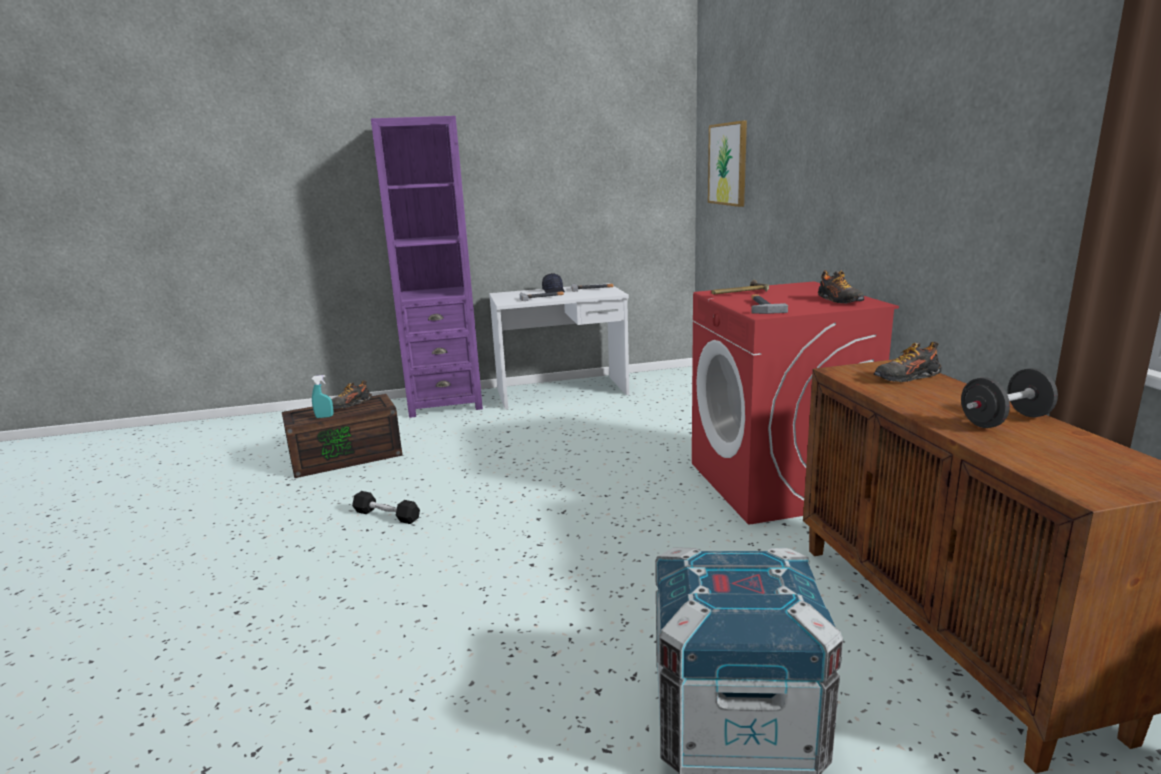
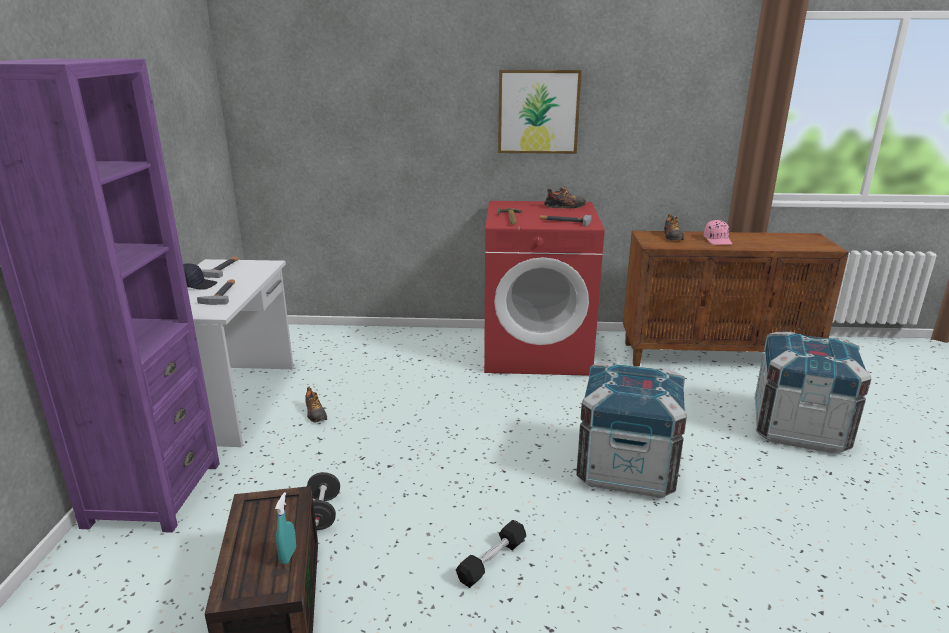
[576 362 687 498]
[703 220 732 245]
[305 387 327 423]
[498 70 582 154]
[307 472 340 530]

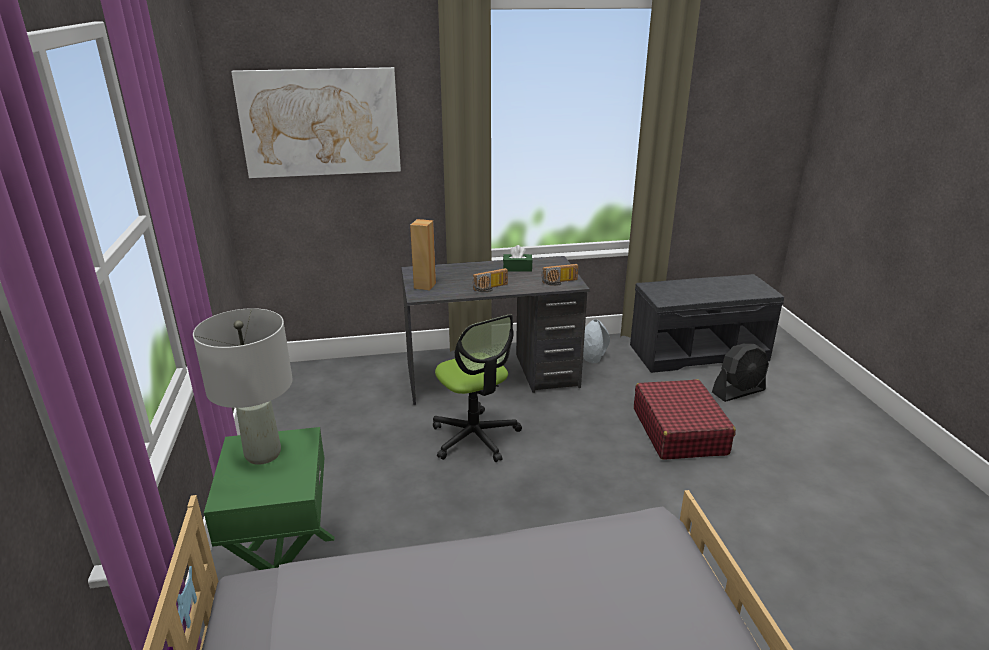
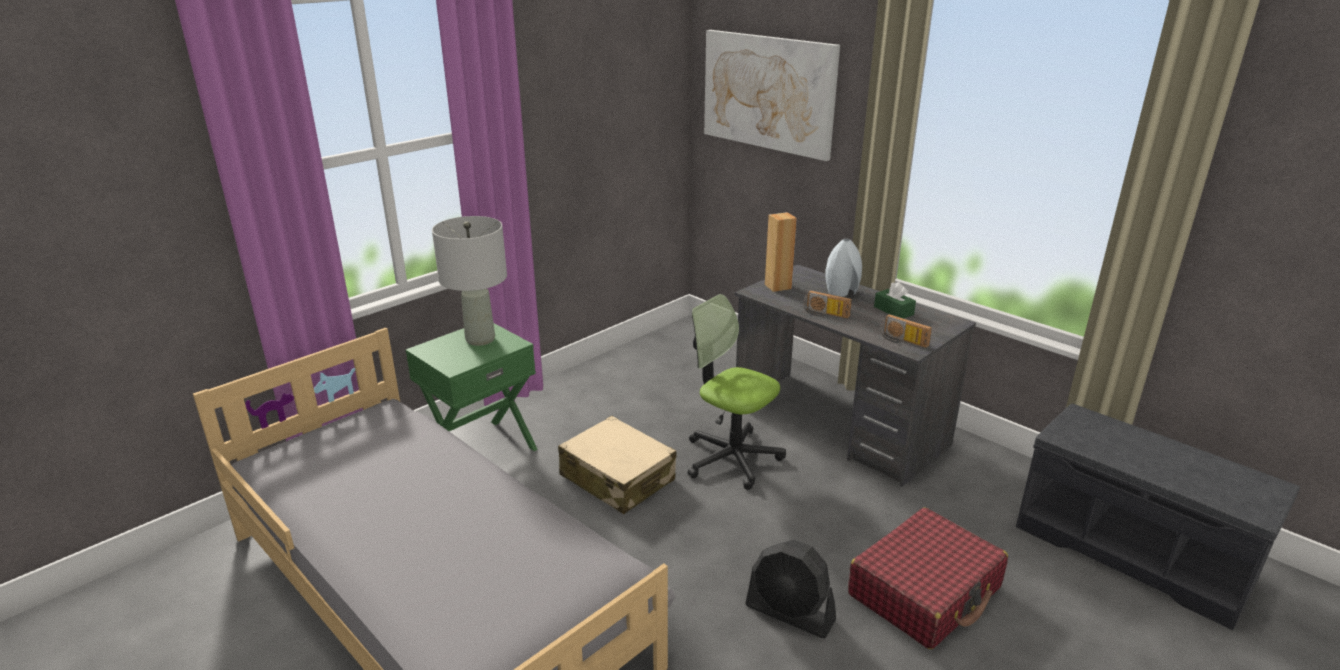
[558 416 676 514]
[825 239 862 297]
[745 540 836 638]
[687 294 786 490]

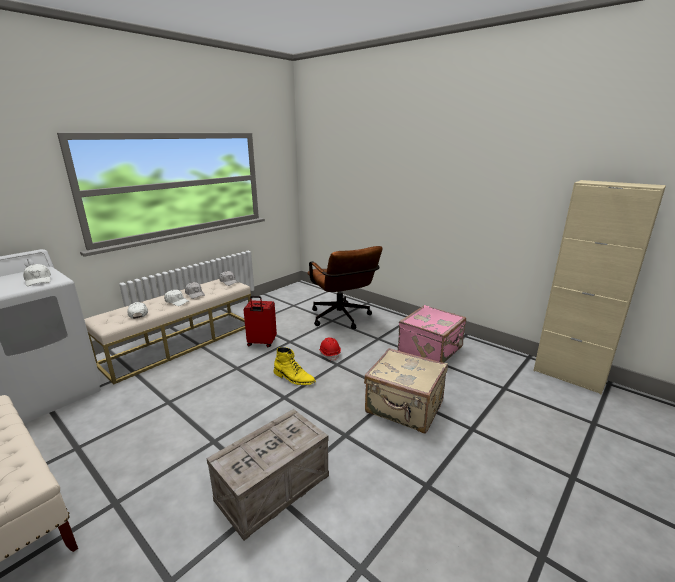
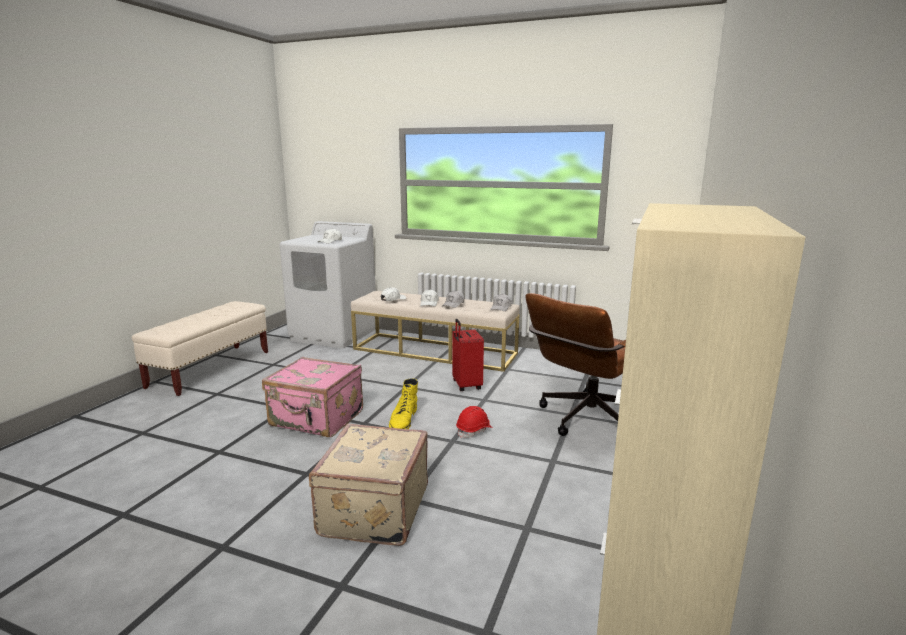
[206 409 329 541] (first image)
[262 357 363 437]

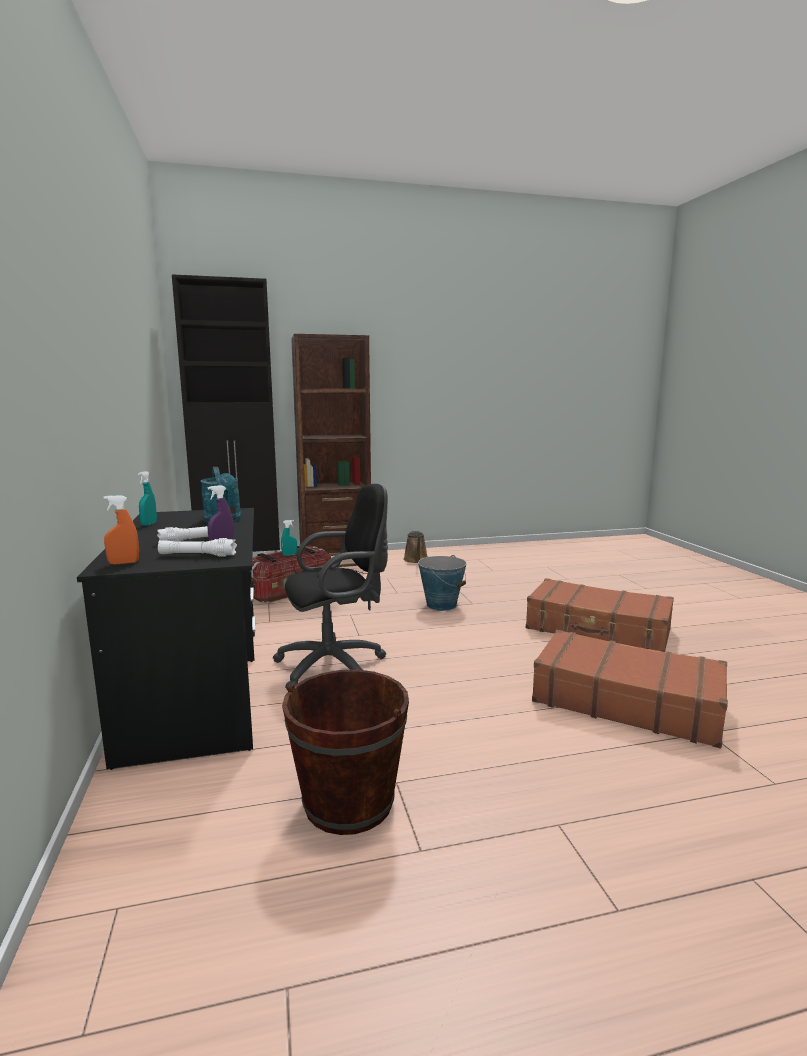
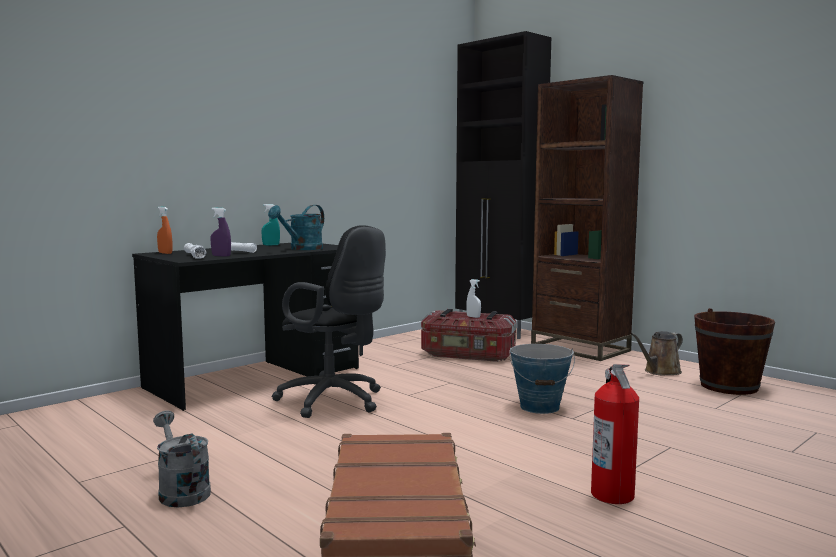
[153 411 211 507]
[694 308 775 395]
[591 364 639 504]
[466 279 481 318]

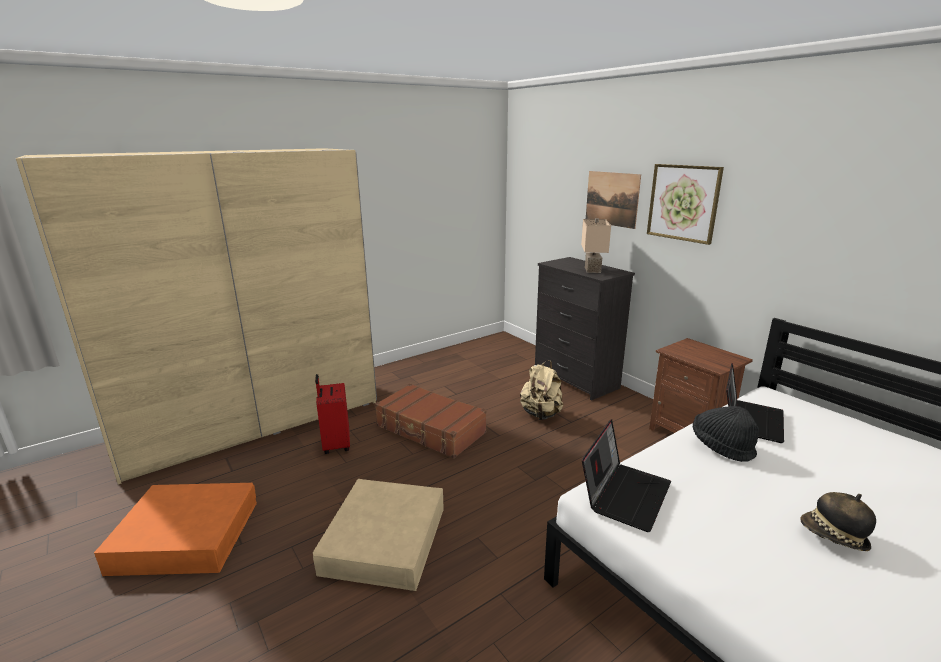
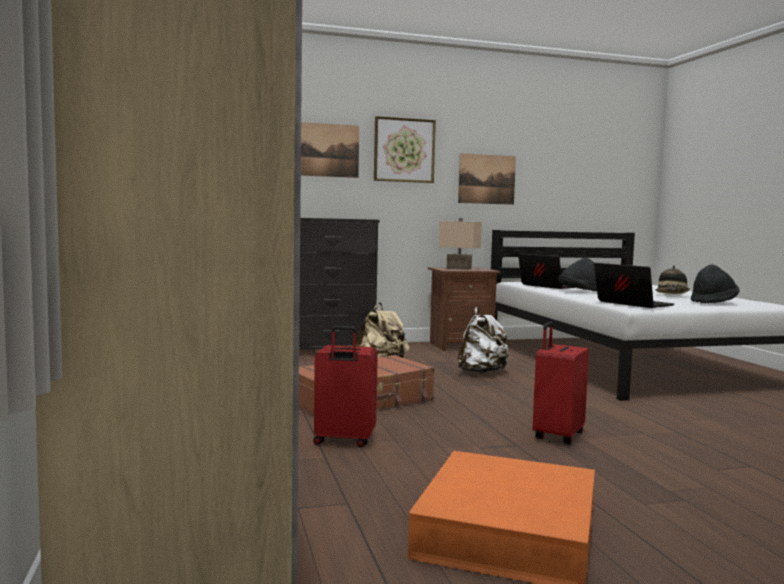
[457 307 509 374]
[458 153 516 205]
[691 264 740 304]
[439 218 482 270]
[533 322 589 445]

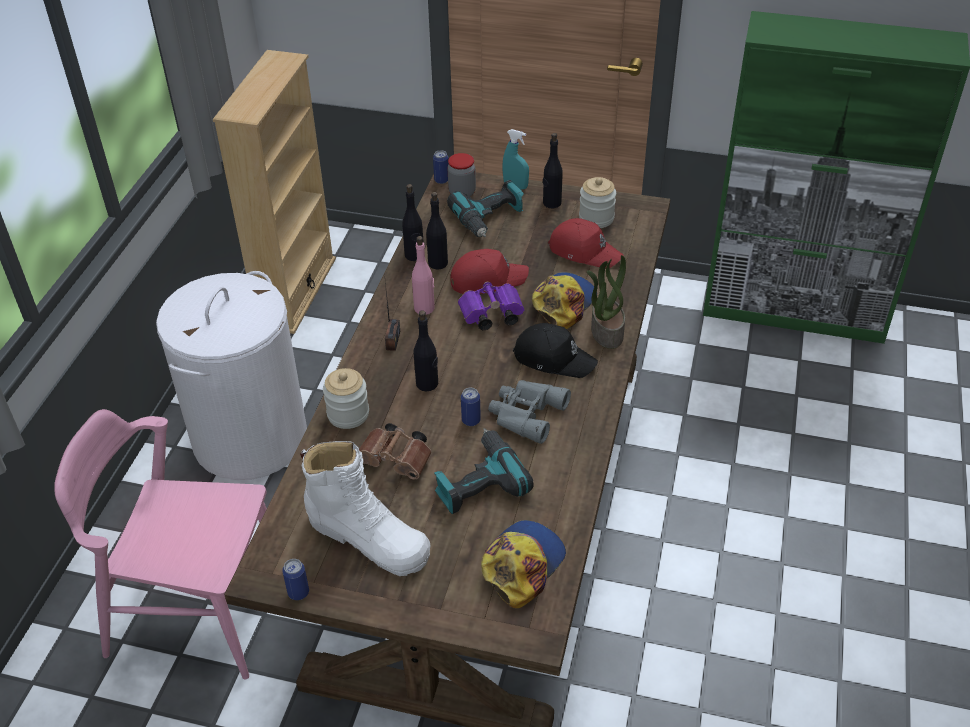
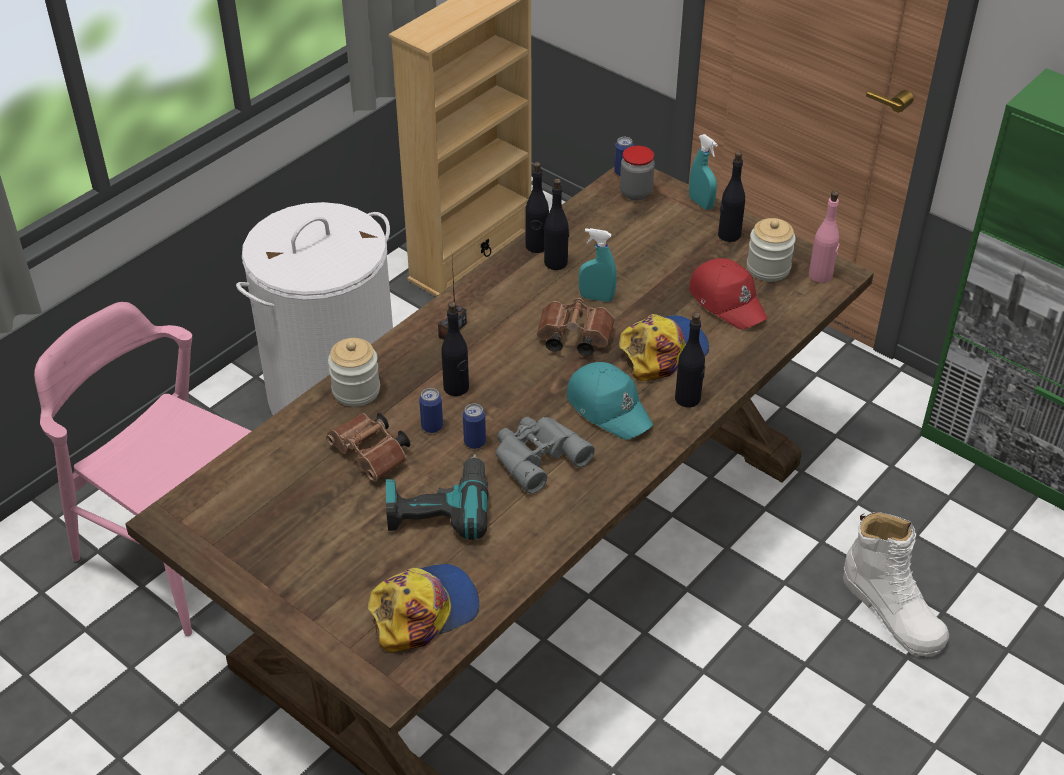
[447 180 524 237] (first image)
[419 388 443 433]
[843 512 949 657]
[809 191 839 283]
[579 228 617 302]
[675 312 705 408]
[537 298 615 356]
[567 362 653 440]

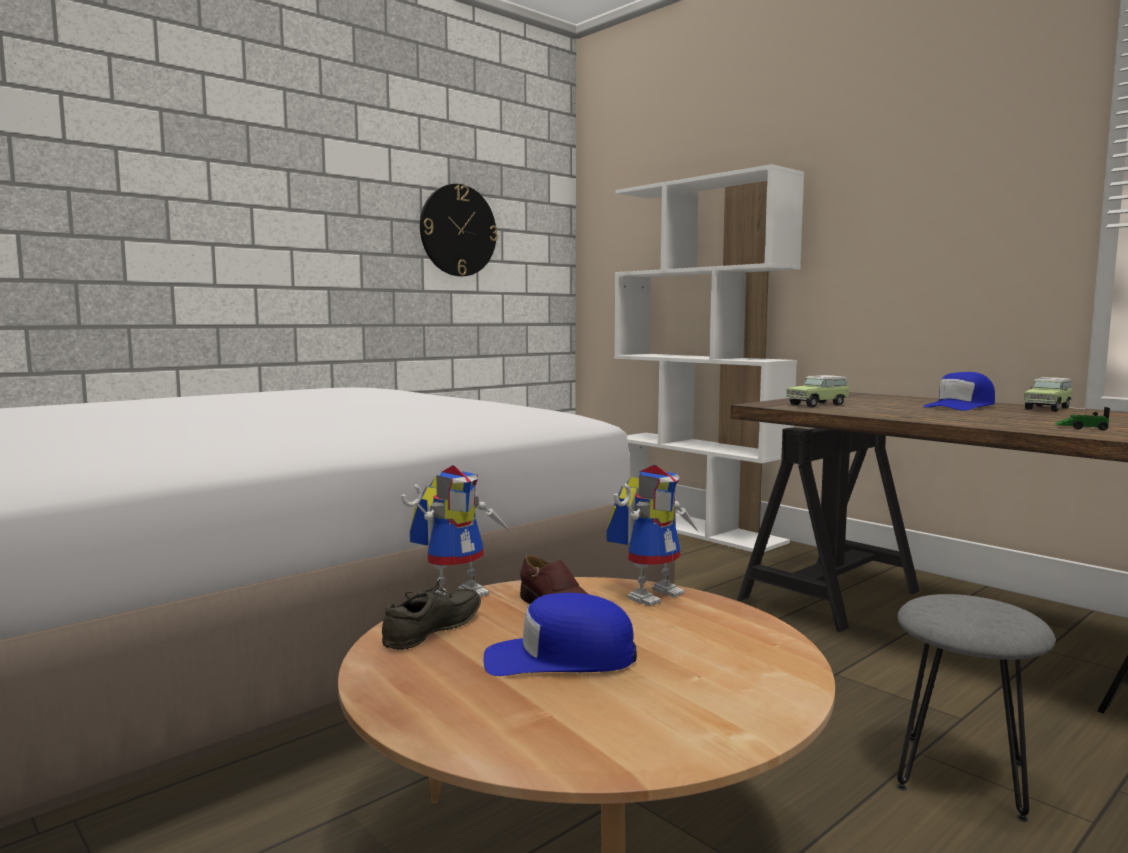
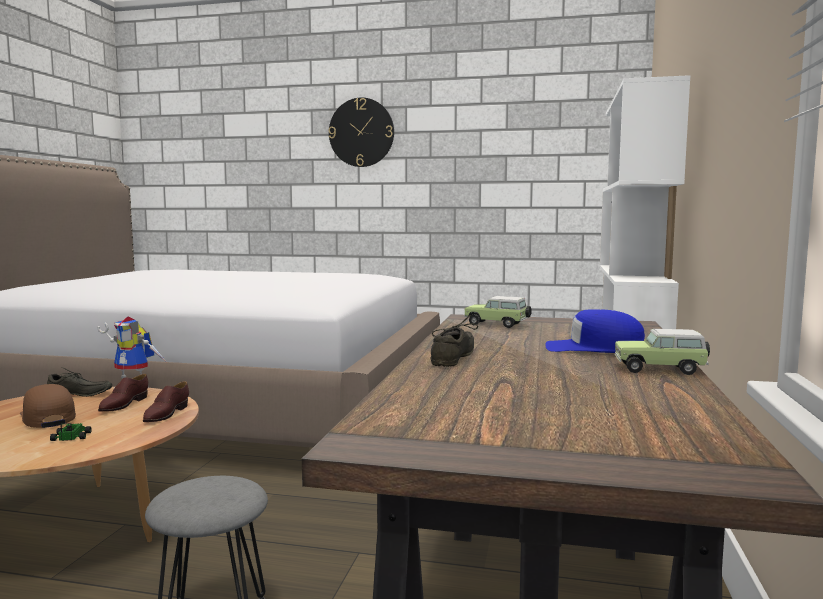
[430 315 478 367]
[328 97 394 167]
[50 423 92 441]
[143 381 189 422]
[19 384 76 428]

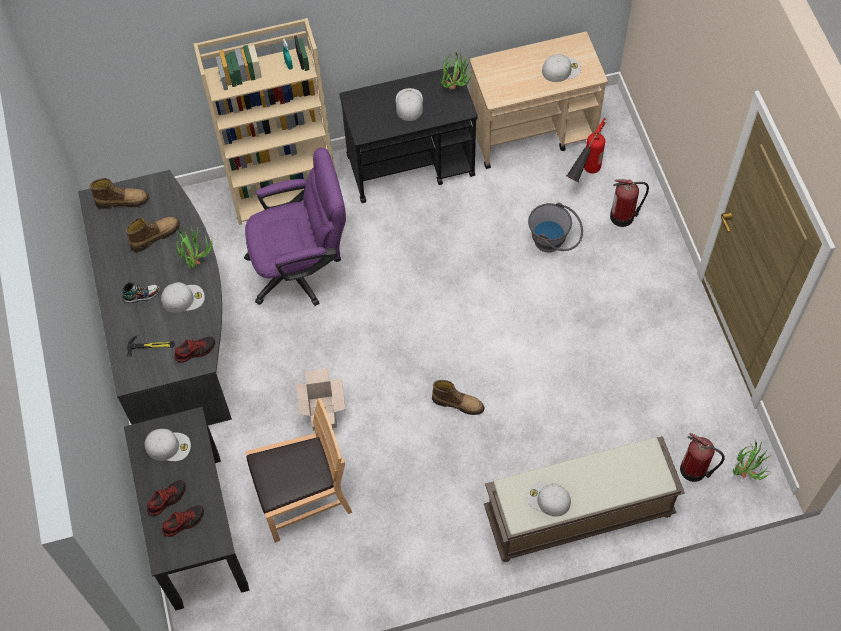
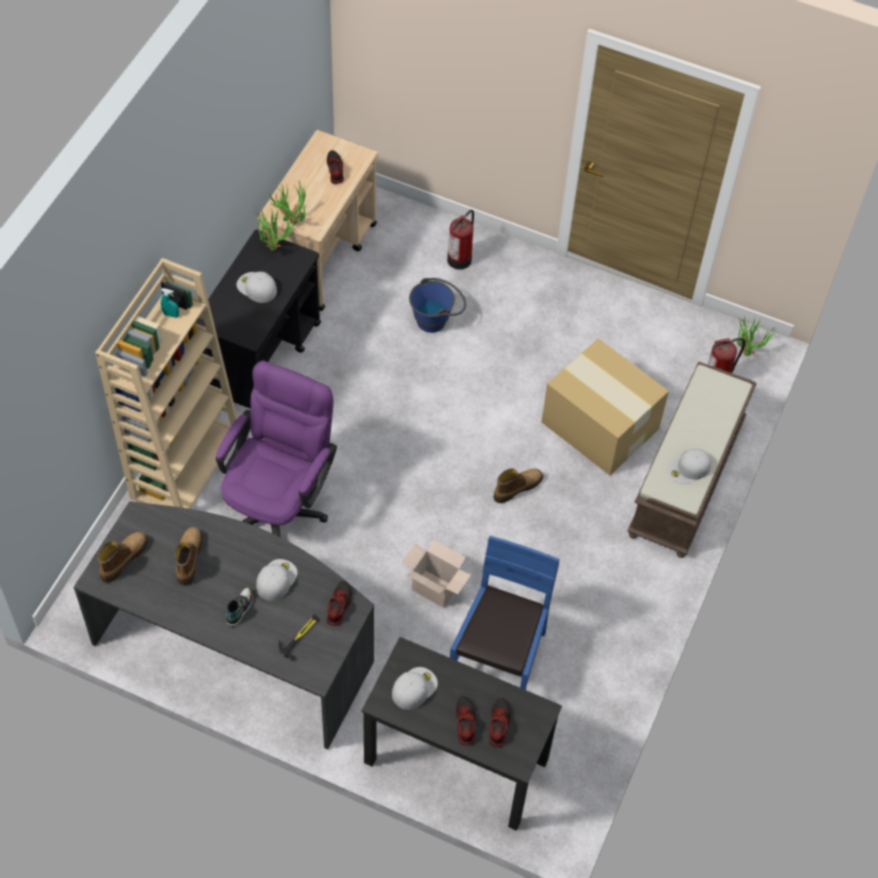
[566 118 606 182] (first image)
[541 338 669 475]
[269 181 306 224]
[327 150 344 184]
[450 536 560 690]
[409 278 466 333]

